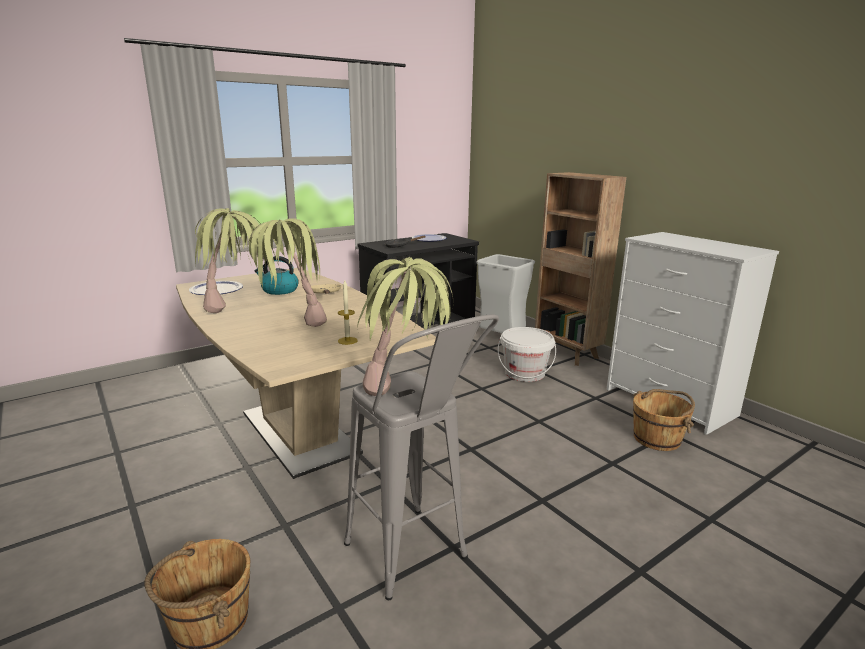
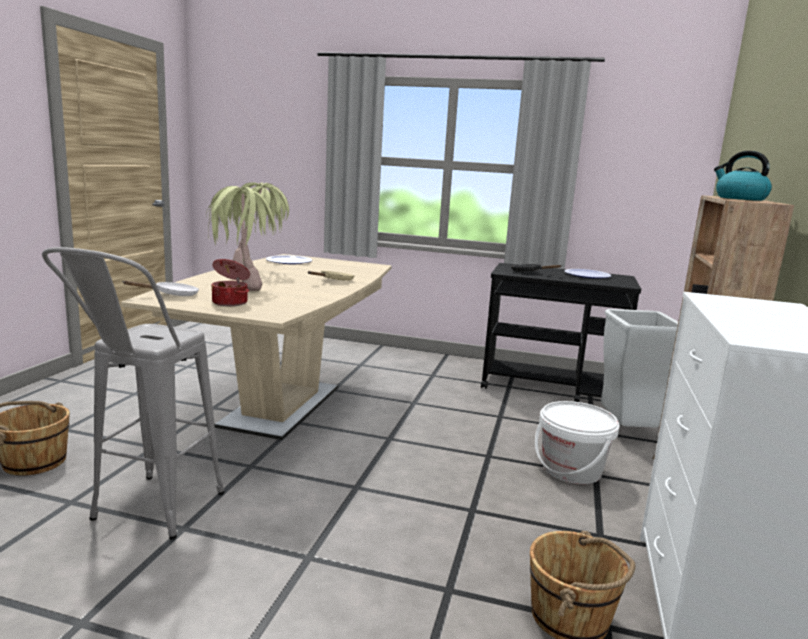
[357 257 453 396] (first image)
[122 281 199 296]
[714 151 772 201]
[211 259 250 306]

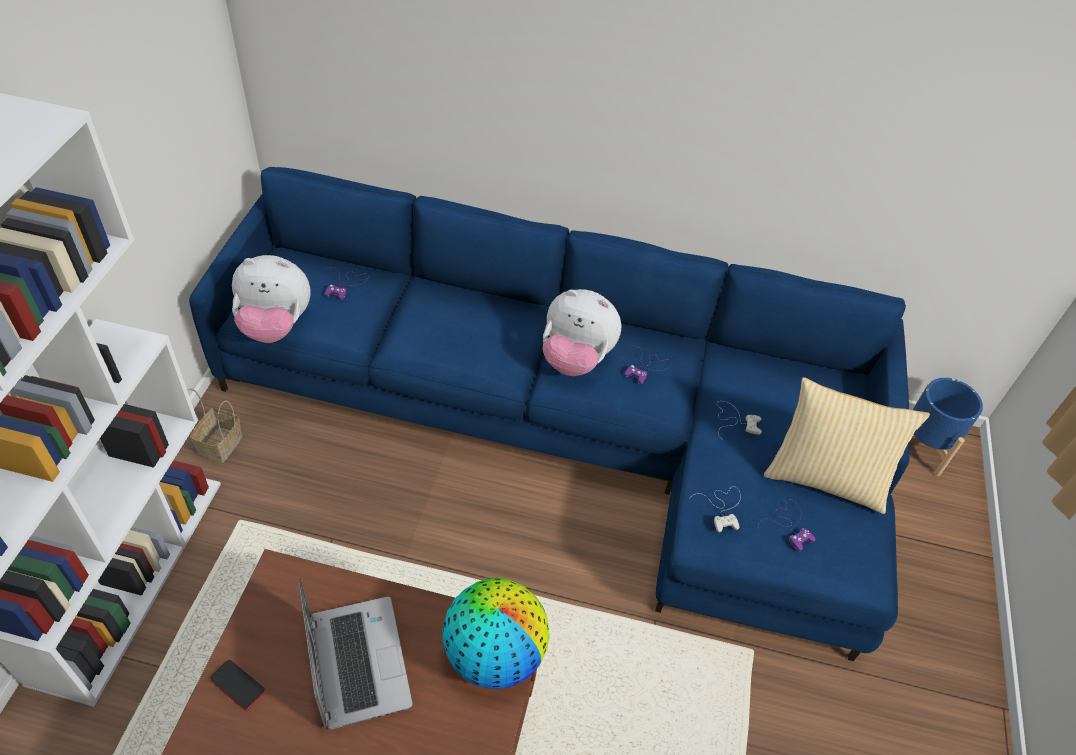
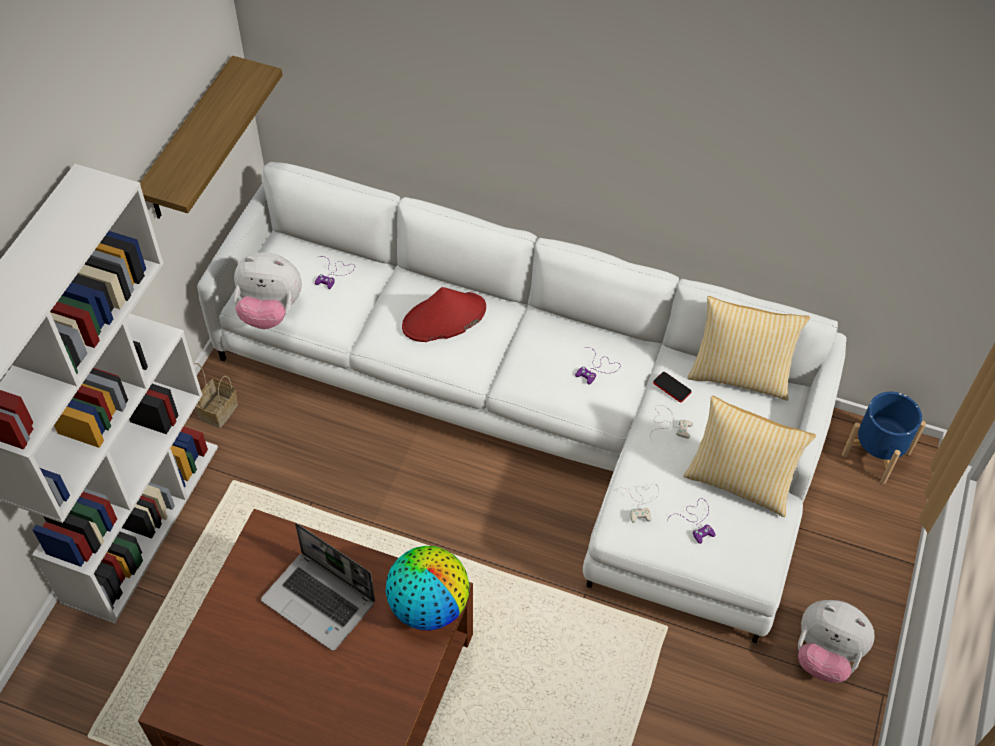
[140 56 282 219]
[402 287 486 342]
[688 296 810 401]
[653 372 692 402]
[798 600 875 683]
[197 162 847 644]
[261 523 375 651]

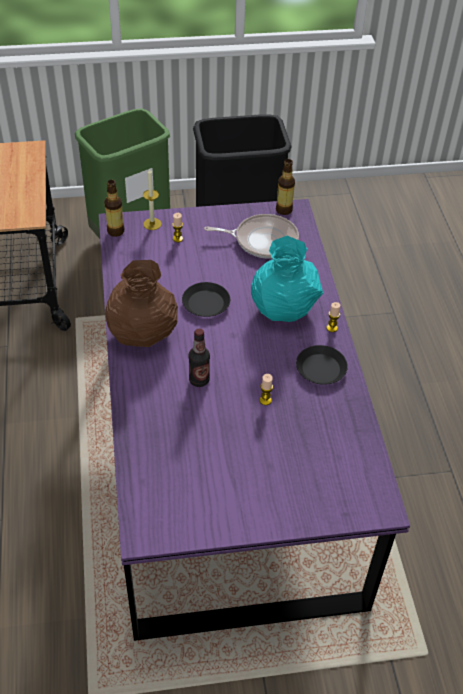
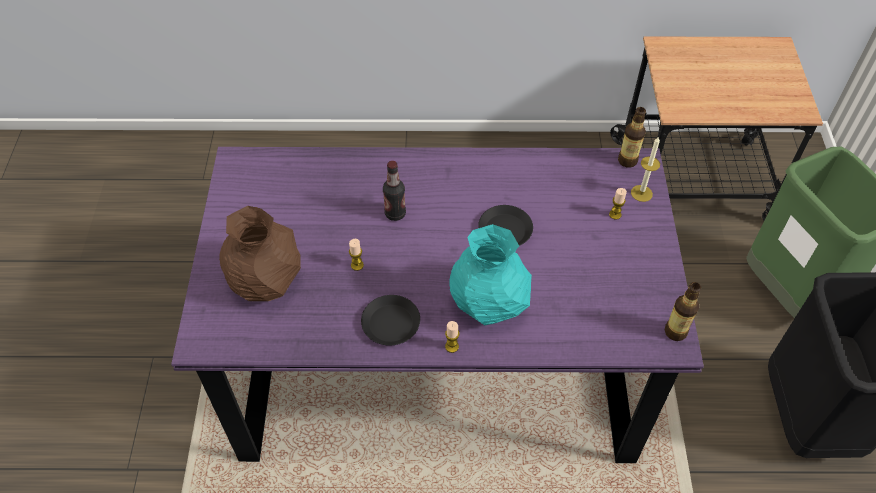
[204 214 299 259] (first image)
[219 206 301 301]

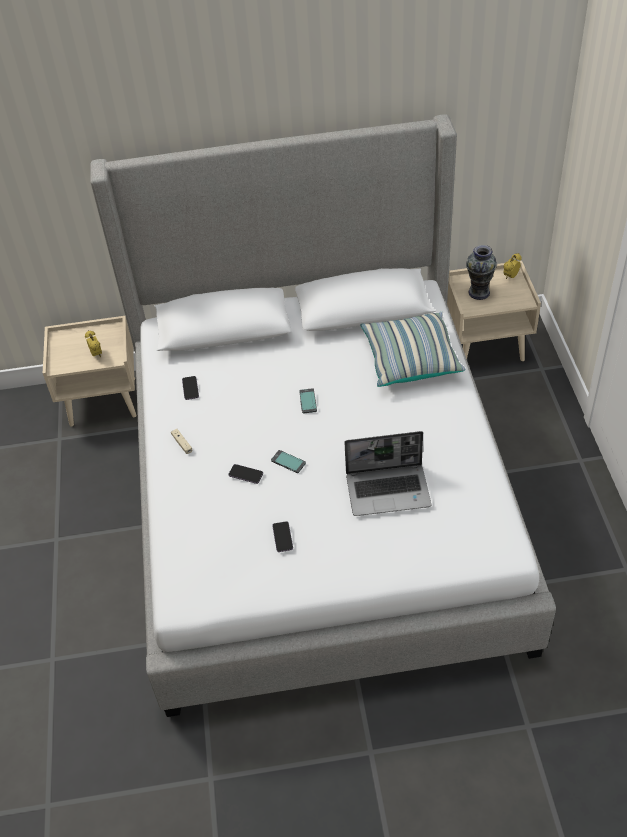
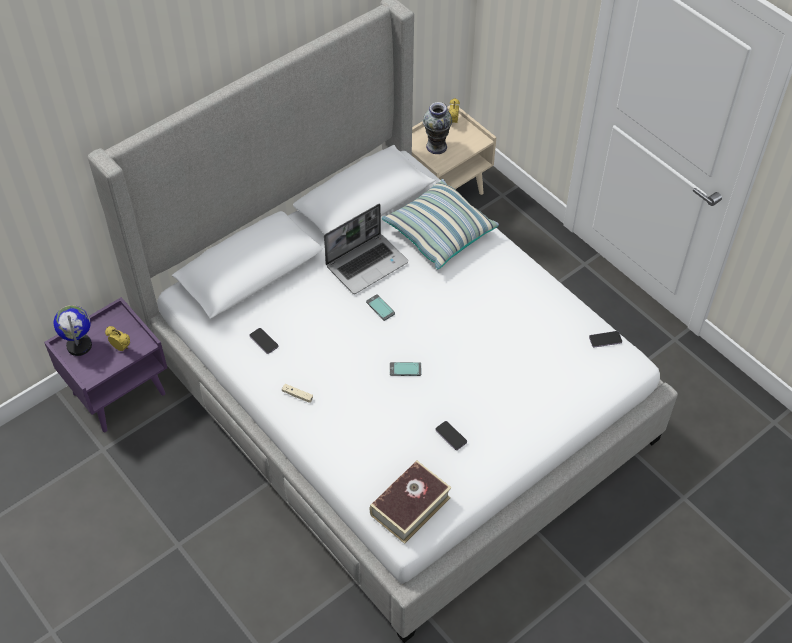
[54 305 92 356]
[370 461 451 544]
[589 331 622 347]
[324 204 408 294]
[44 297 167 432]

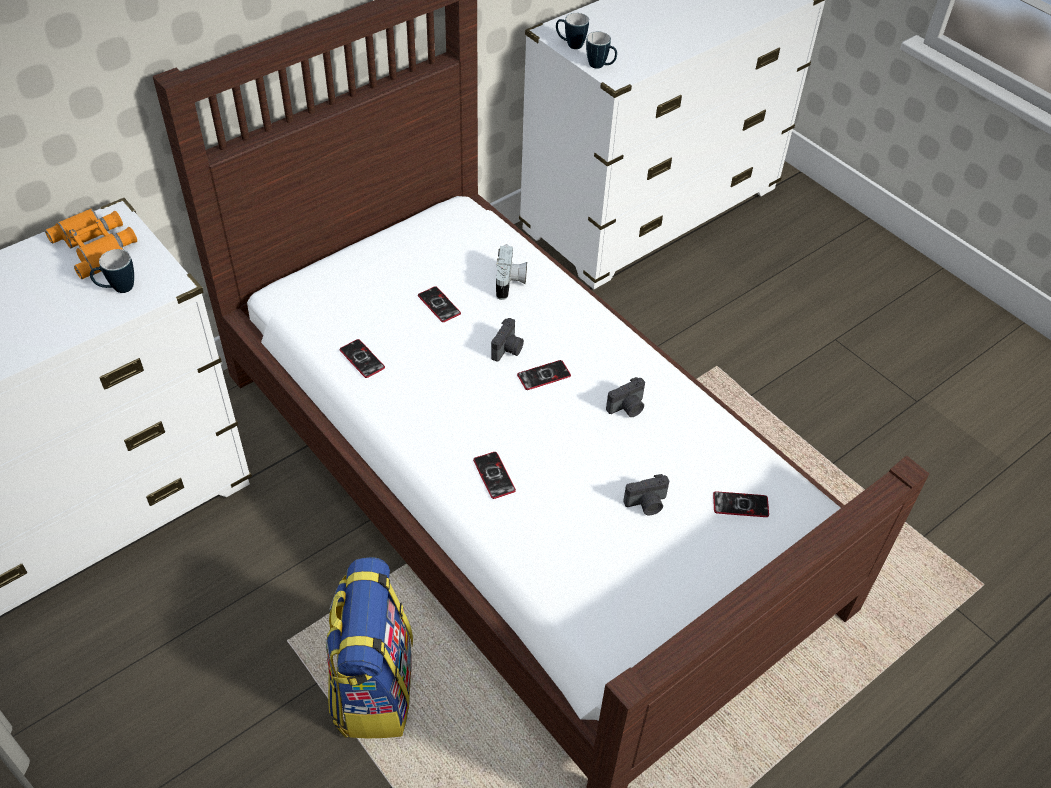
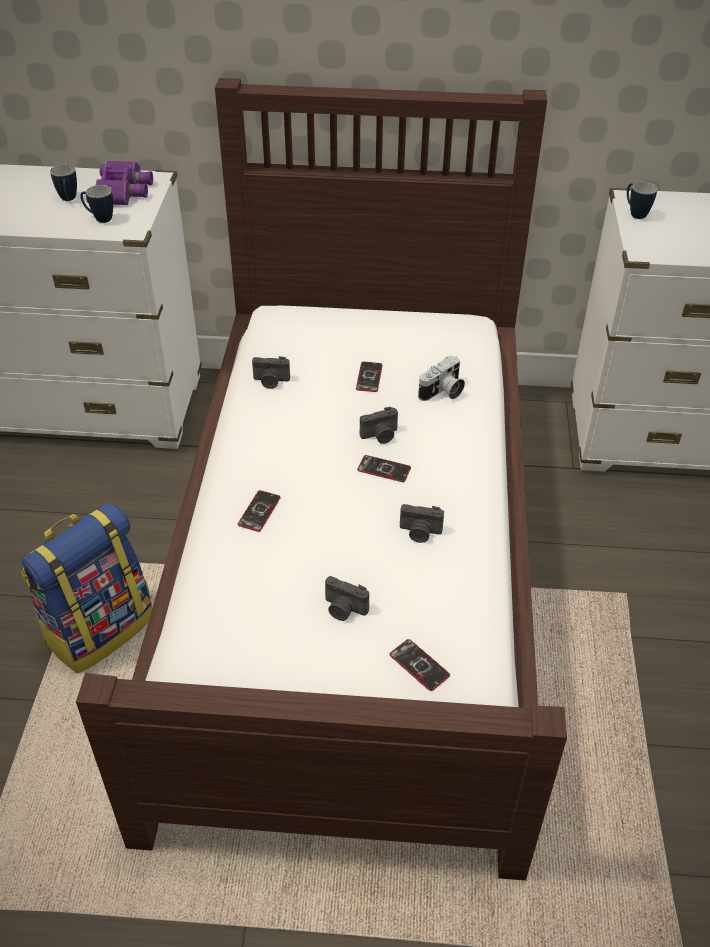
[50 164 77 201]
[252 356 290 389]
[86 161 153 205]

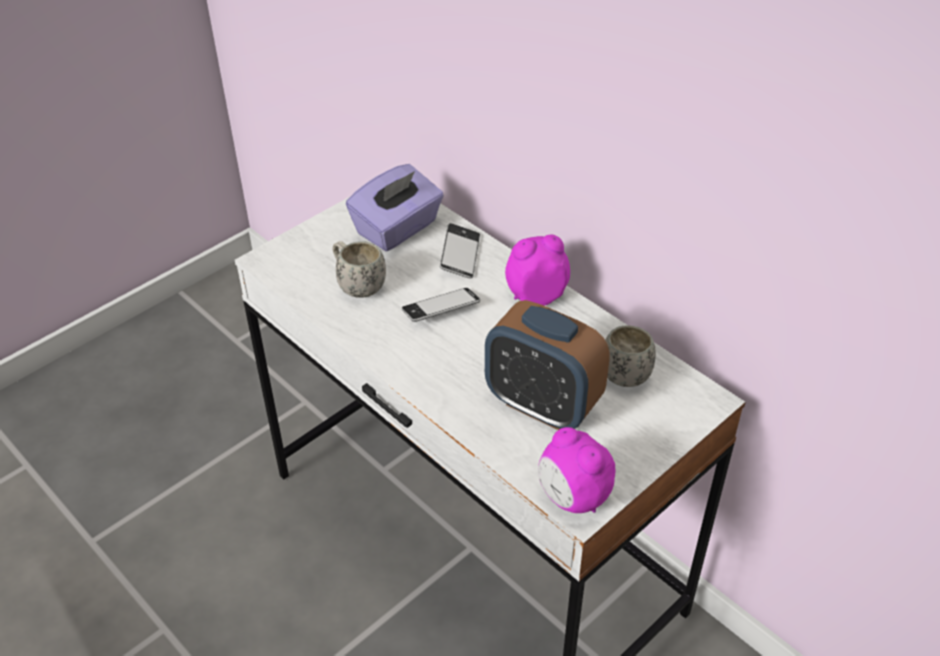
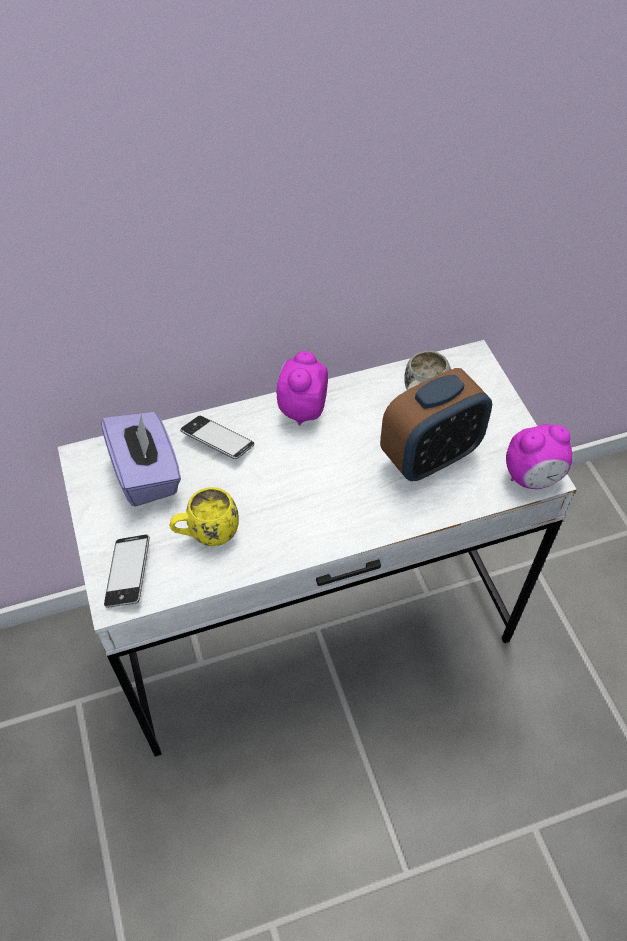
[104 534 150 608]
[169 487 239 546]

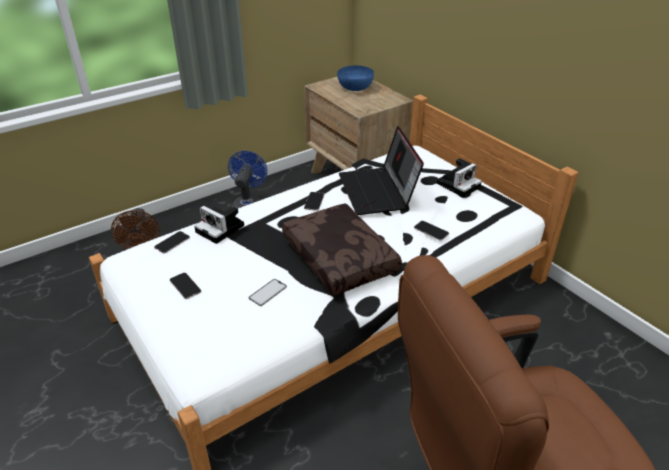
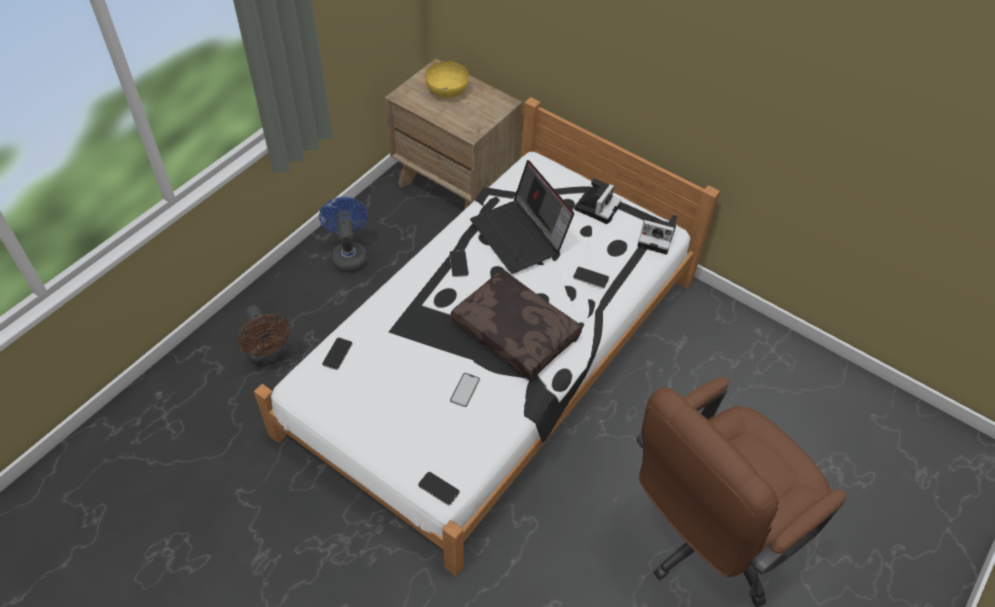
[418 472 460 505]
[638 215 677 255]
[425 61 469 99]

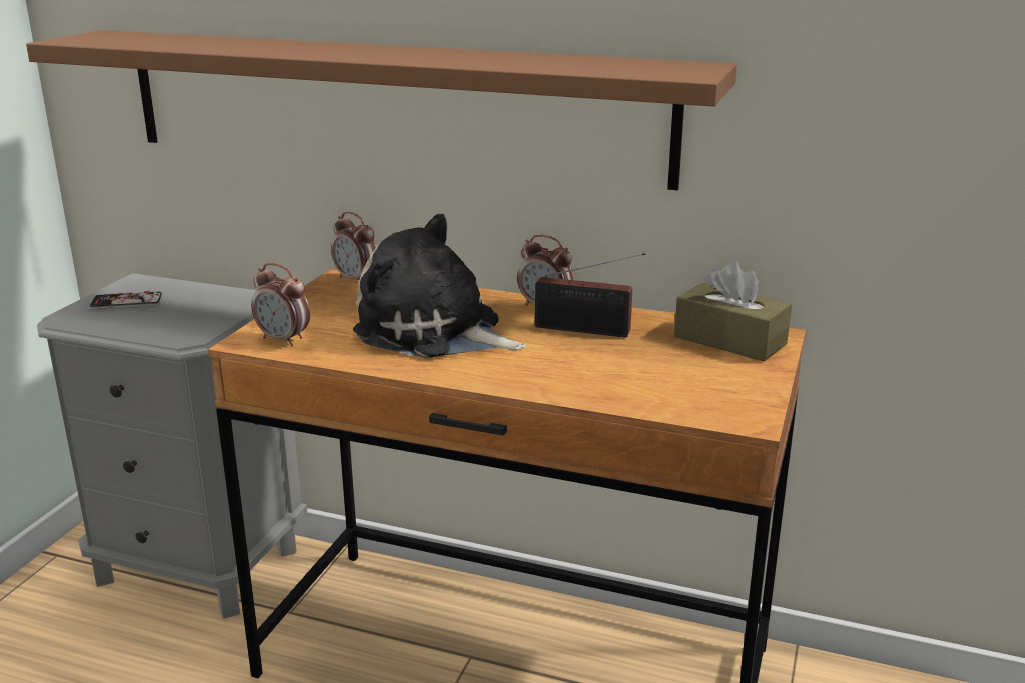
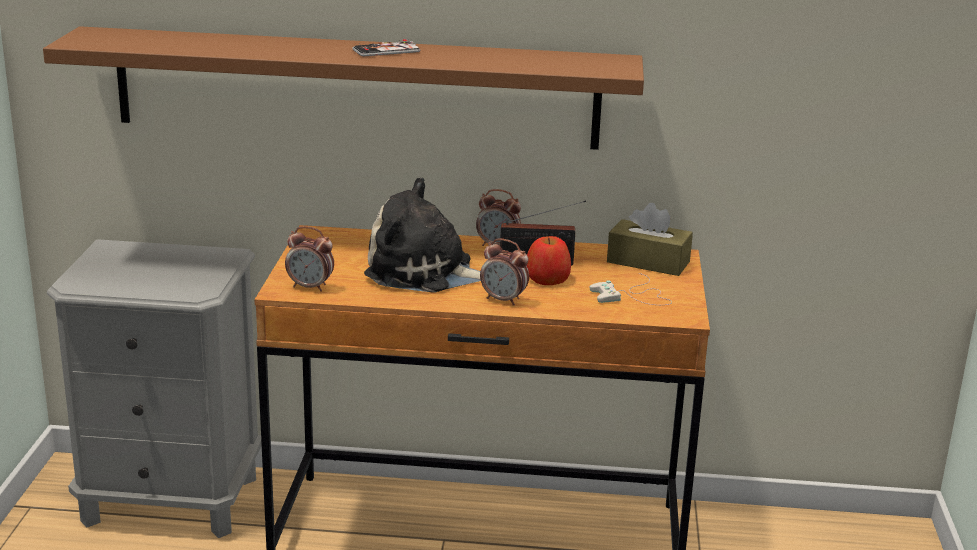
[527 236 571 285]
[589 273 672 305]
[352 38 421 56]
[480 239 529 306]

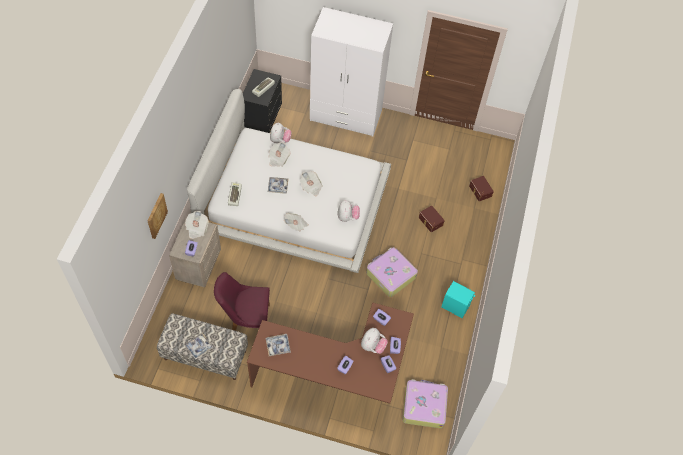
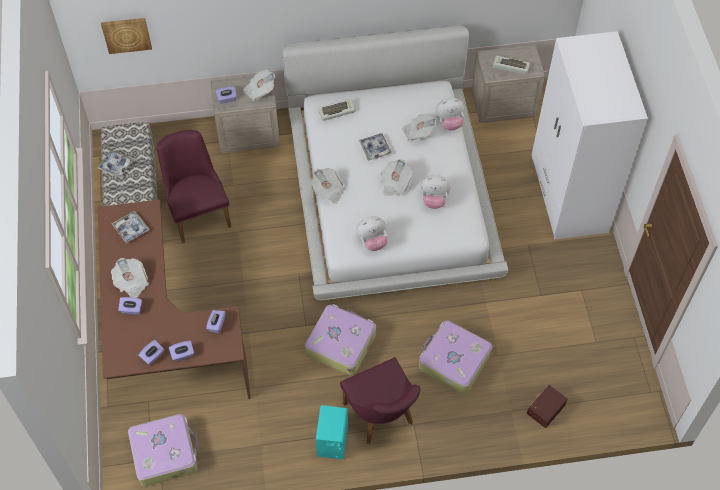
[111 258 149 298]
[340 357 420 444]
[101 18 152 54]
[420 175 451 209]
[419 321 492 394]
[472 45 545 123]

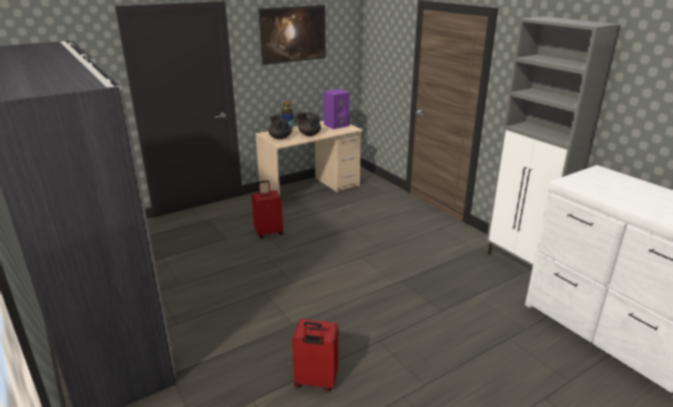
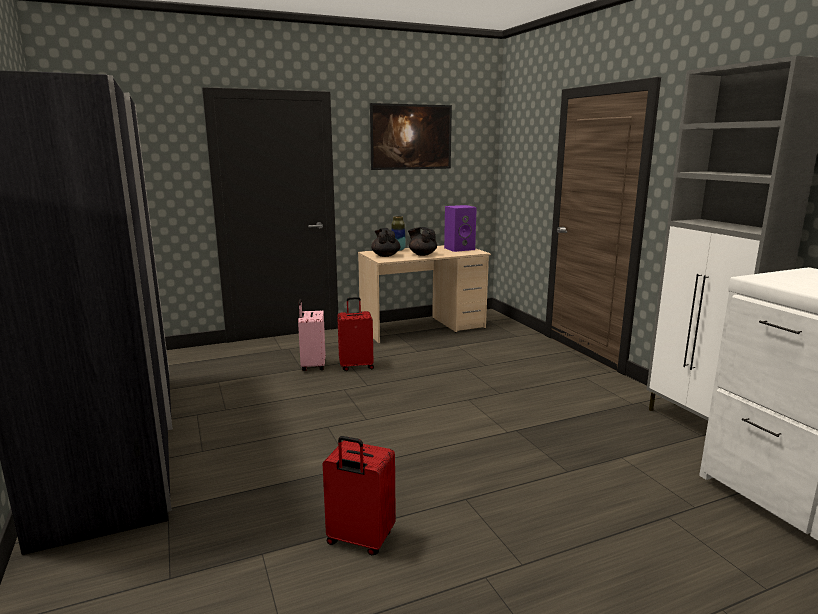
[298 299 326 371]

